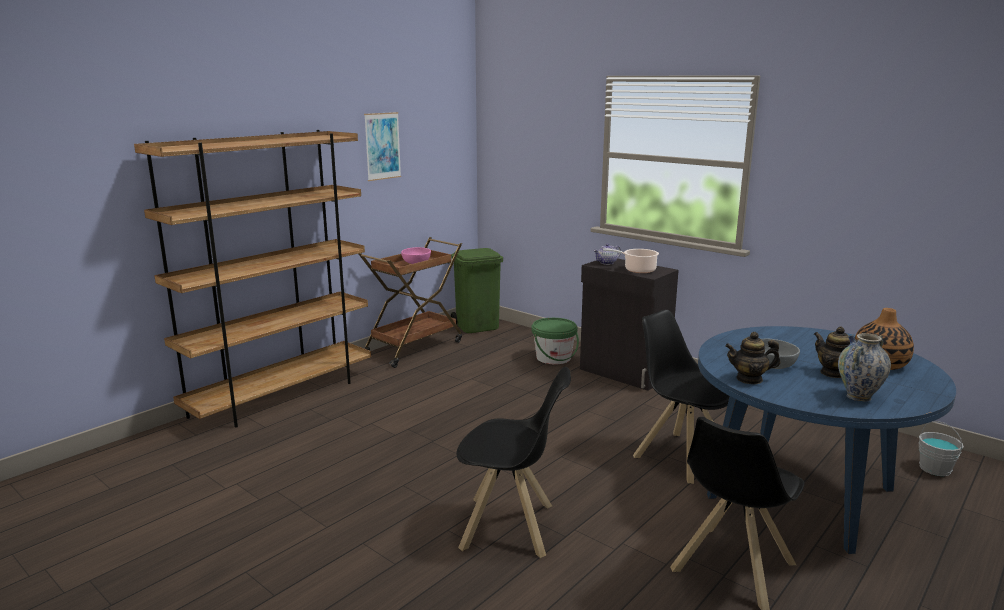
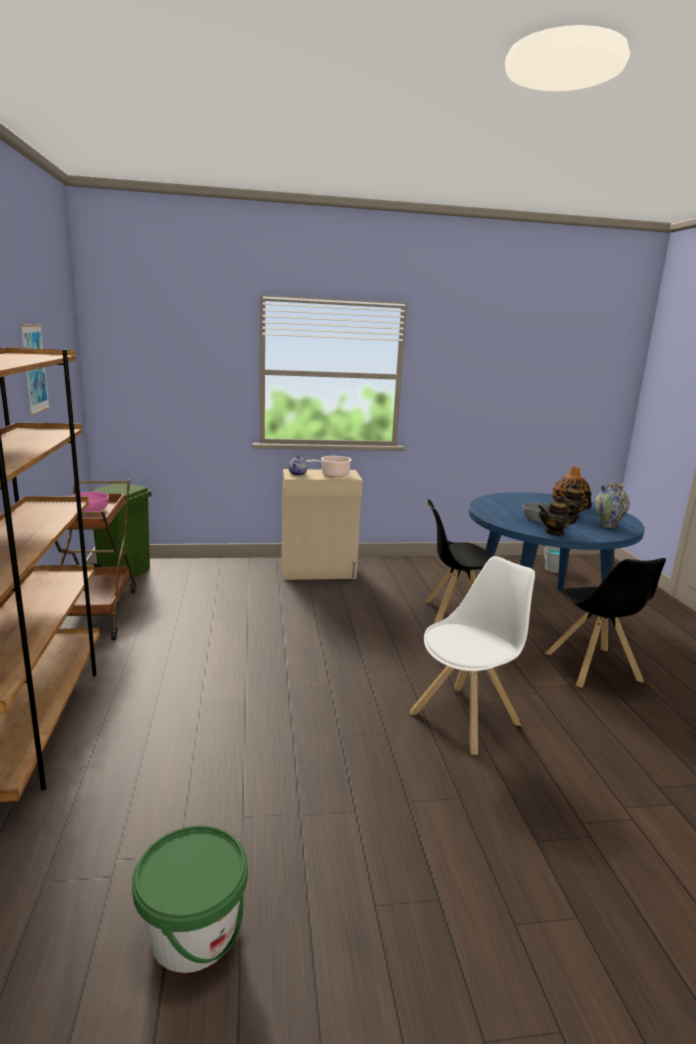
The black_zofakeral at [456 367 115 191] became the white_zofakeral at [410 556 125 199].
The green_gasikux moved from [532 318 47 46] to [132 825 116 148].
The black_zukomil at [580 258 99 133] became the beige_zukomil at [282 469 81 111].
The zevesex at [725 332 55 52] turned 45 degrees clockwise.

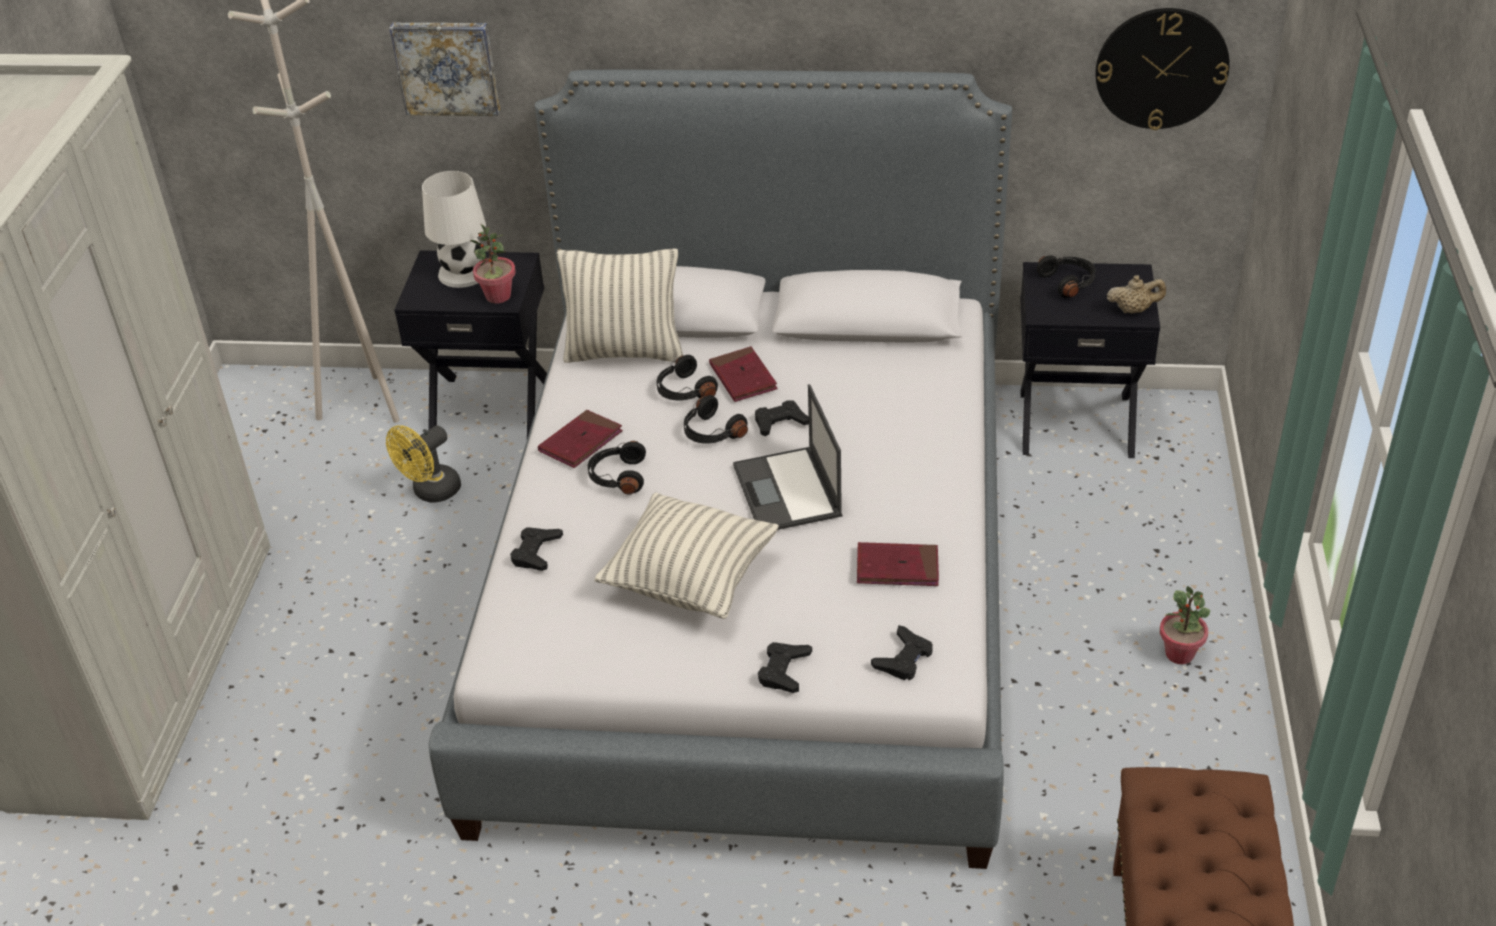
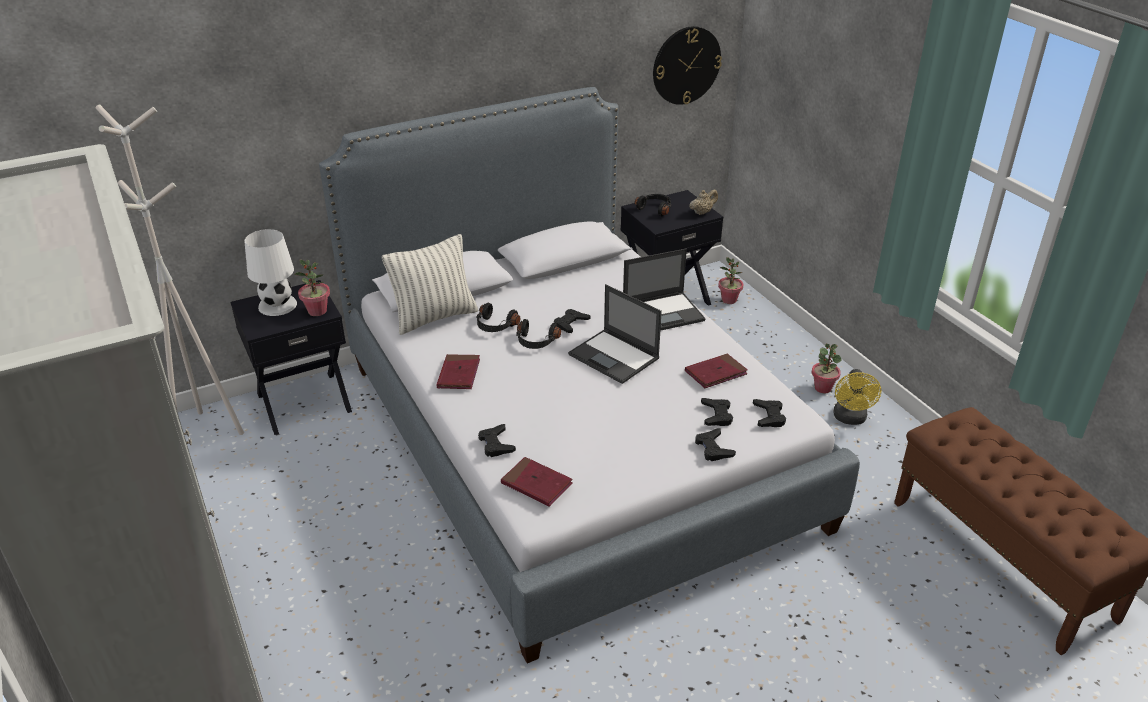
The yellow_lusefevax moved from [386 425 75 78] to [833 369 49 56].
The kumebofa at [389 23 111 93] disappeared.
The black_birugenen at [588 441 58 53] disappeared.
The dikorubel at [595 492 184 127] disappeared.
The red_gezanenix moved from [709 347 69 55] to [501 457 72 49].
The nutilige at [623 249 83 82] appeared.
The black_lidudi at [701 398 32 28] appeared.
The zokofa at [718 257 25 47] appeared.

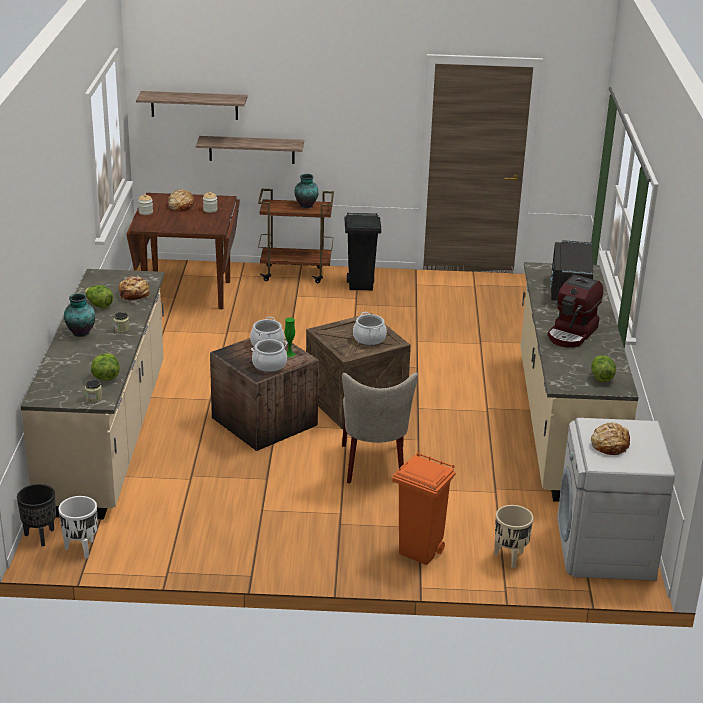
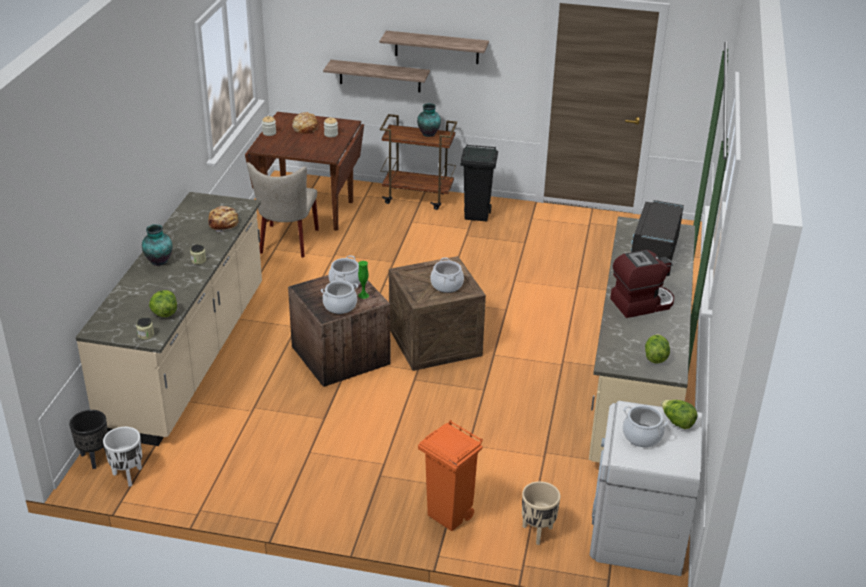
The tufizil moved from [85 285 28 23] to [661 400 37 29].
The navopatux moved from [136 91 111 29] to [379 31 110 33].
The beige_zofakeral moved from [342 373 76 111] to [247 162 72 96].
The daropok at [548 275 55 73] turned 150 degrees counterclockwise.
The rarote at [591 423 39 32] was replaced by the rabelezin at [622 405 46 42].

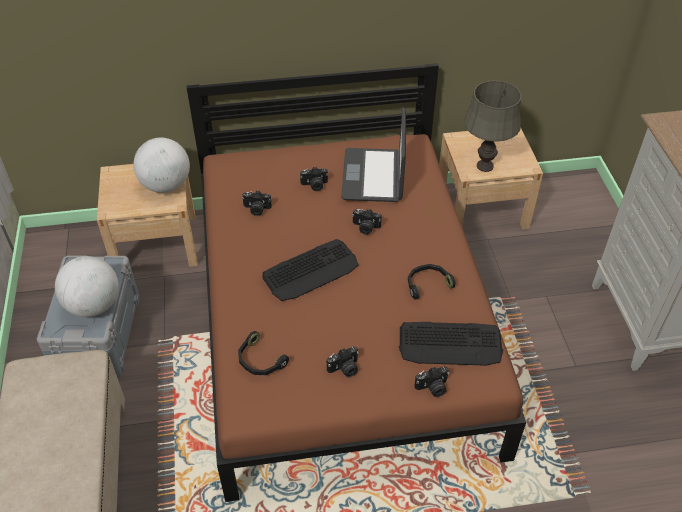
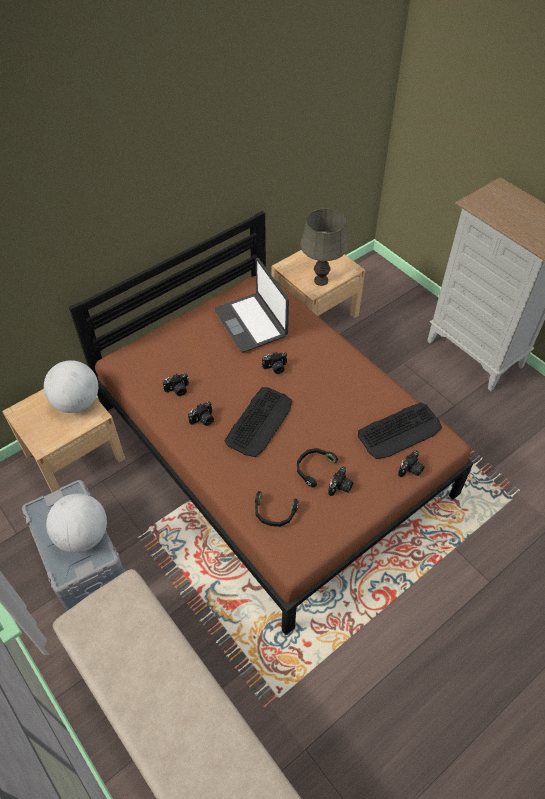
The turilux moved from [300 167 28 24] to [188 401 26 25].
The black_birugenen moved from [408 264 48 35] to [297 448 41 40].

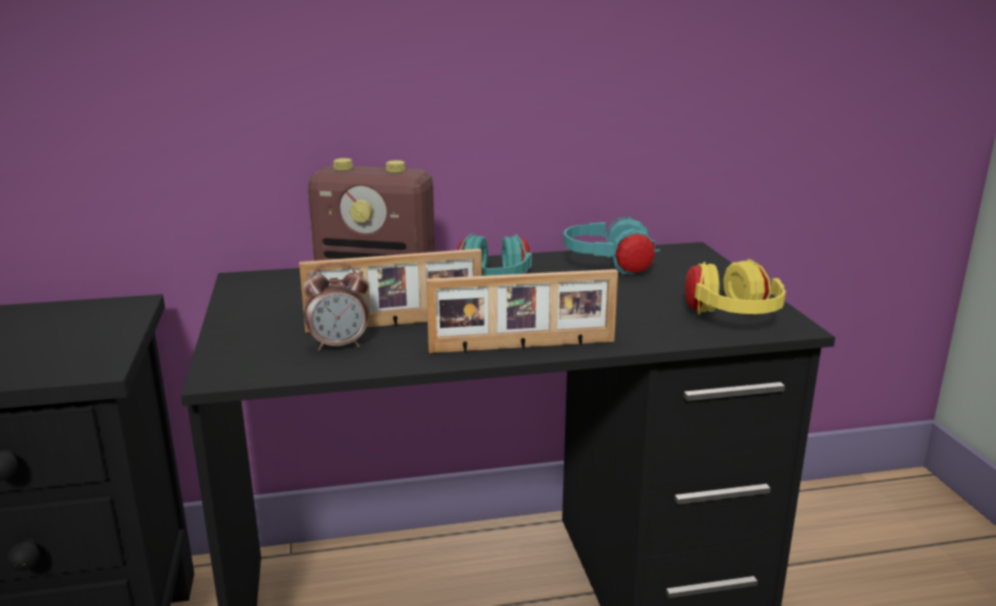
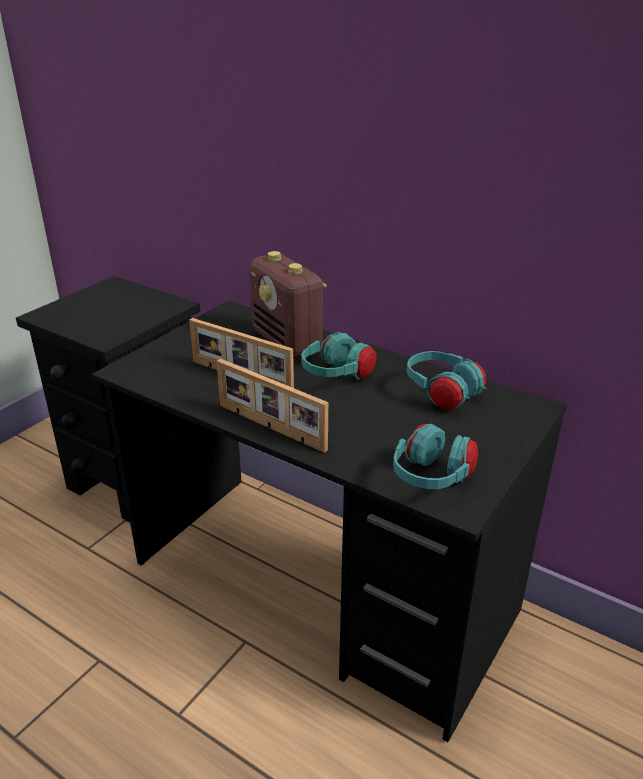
The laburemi at [303 263 66 88] disappeared.
The yellow_birugenen at [685 259 101 56] became the turquoise_birugenen at [393 424 85 65].

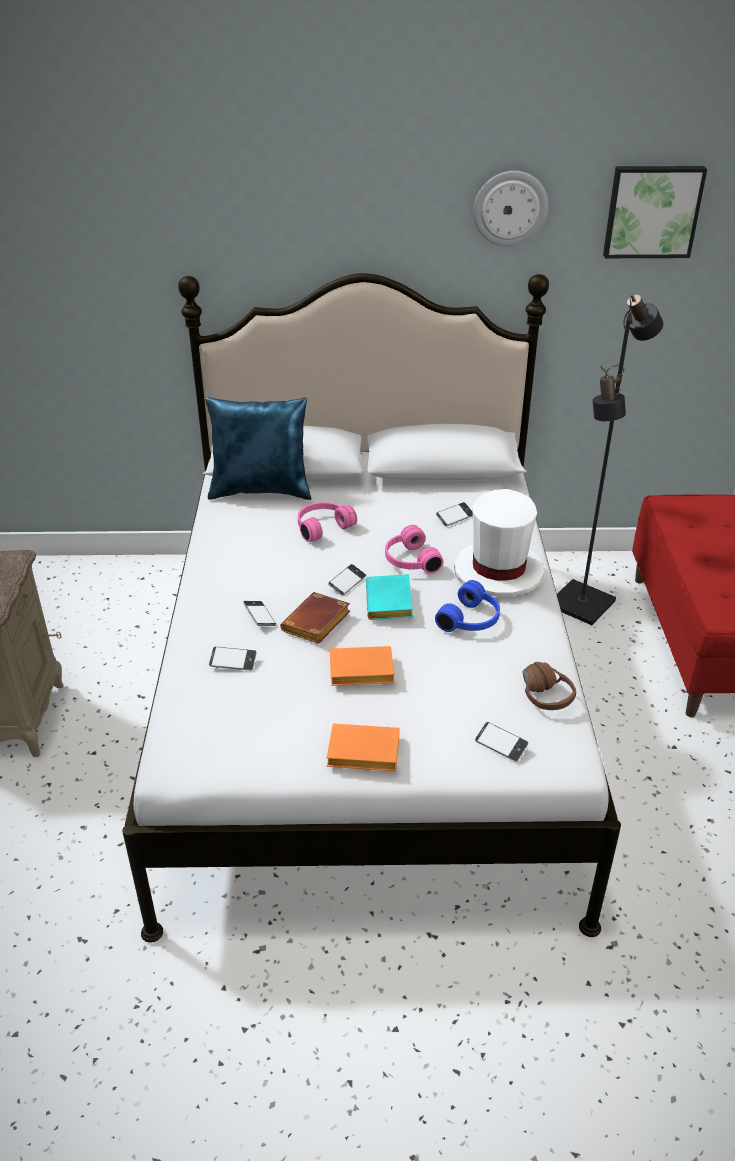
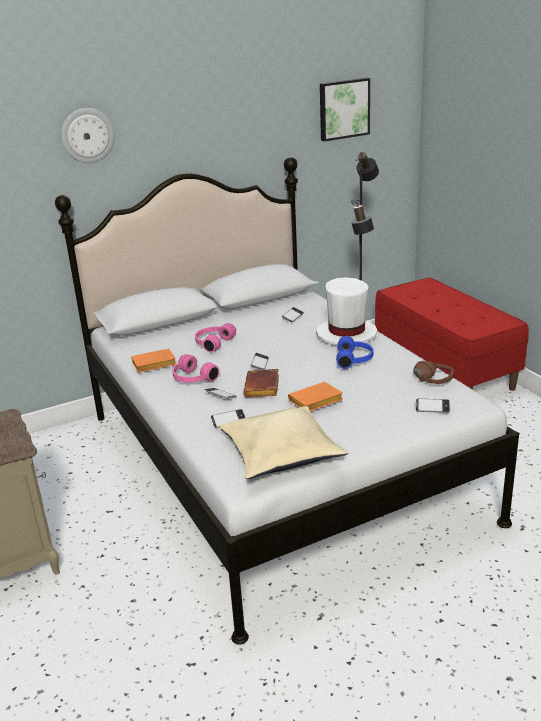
The blue_dikorubel at [205 397 106 103] disappeared.
The orange_gezanenix moved from [327 724 73 47] to [131 348 45 25].
The turquoise_gezanenix at [366 574 47 46] disappeared.
The pink_birugenen moved from [385 525 59 49] to [172 354 47 29].
The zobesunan moved from [473 171 75 75] to [61 108 54 55].
The beige_dikorubel at [219 406 129 73] appeared.

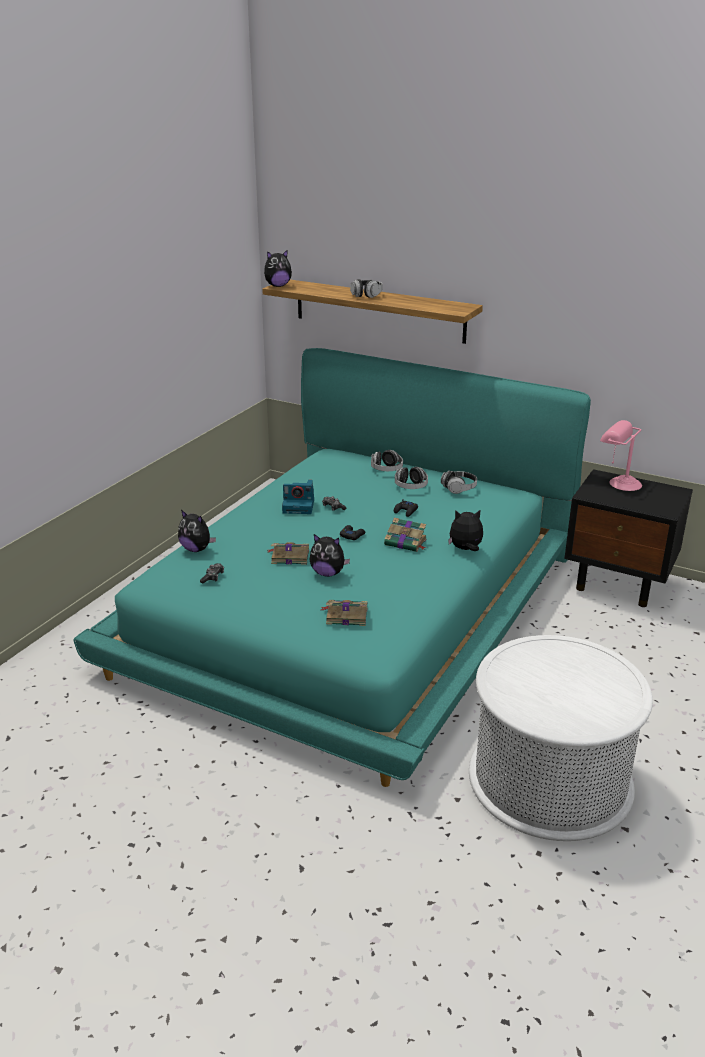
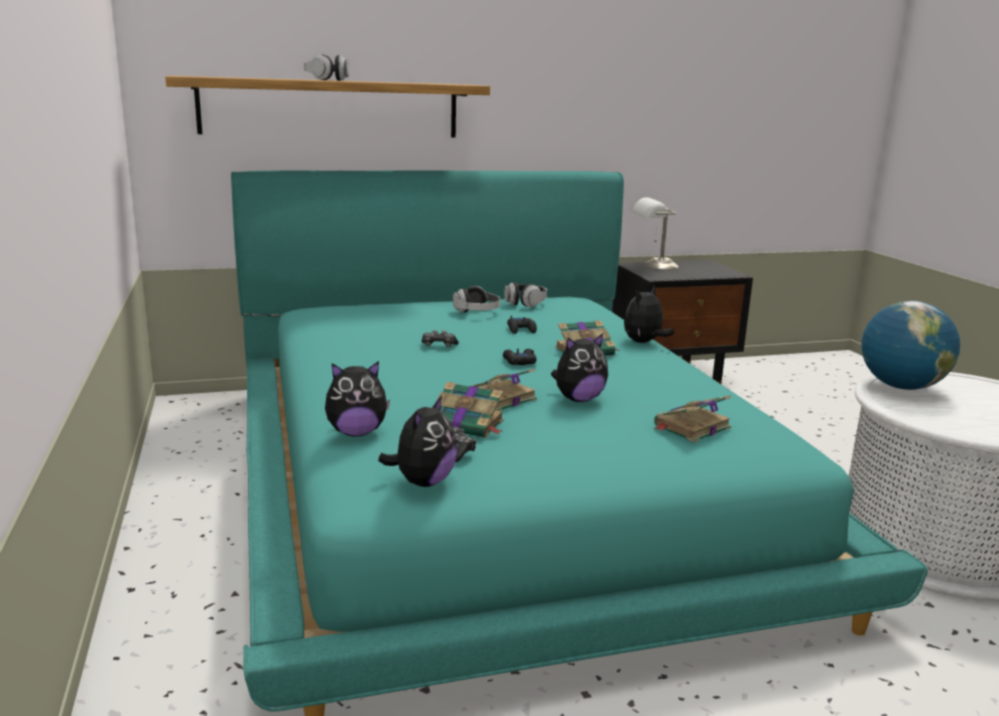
The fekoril moved from [264 250 28 37] to [378 395 79 92].
The turilux at [282 480 32 34] disappeared.
The birugenen at [371 450 32 21] disappeared.
The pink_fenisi at [600 420 42 71] became the white_fenisi at [632 197 47 72].
The gezanenix at [435 382 68 56] appeared.
The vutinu at [861 301 99 89] appeared.

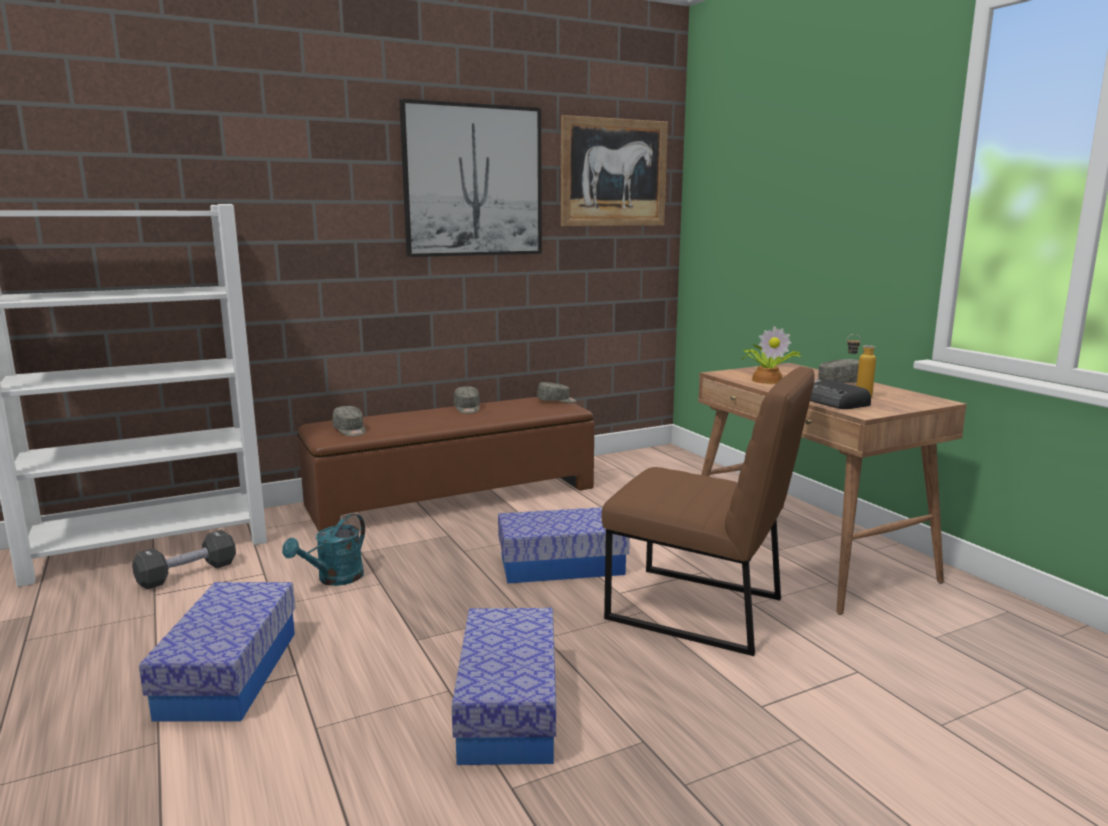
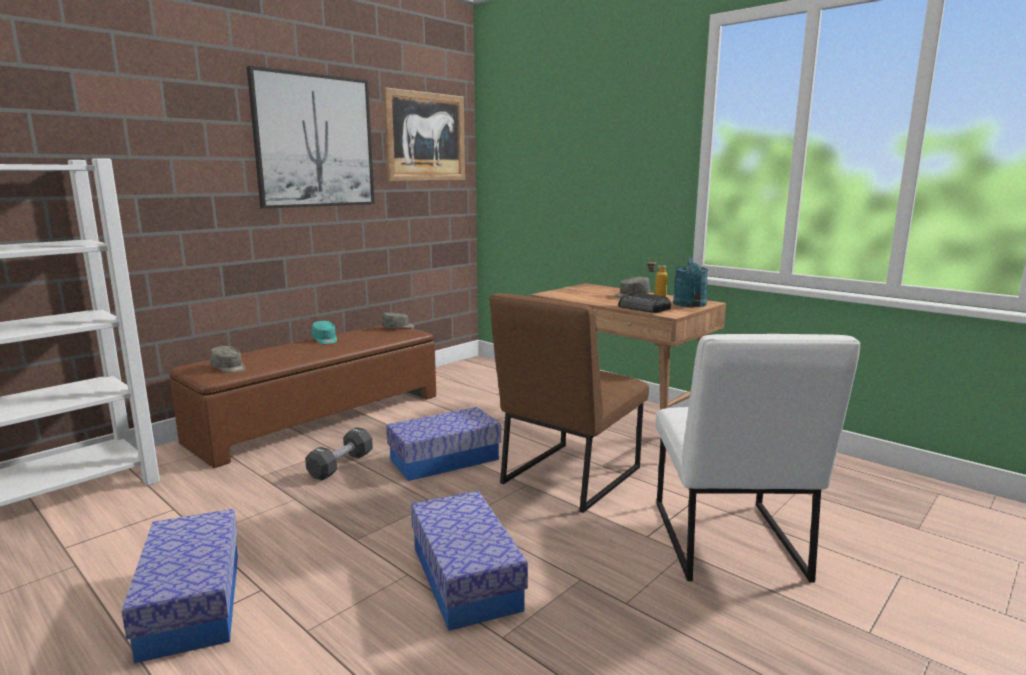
The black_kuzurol moved from [132 530 104 59] to [305 427 68 53].
The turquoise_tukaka moved from [282 513 83 73] to [673 257 35 50].
The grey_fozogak at [454 386 26 28] became the turquoise_fozogak at [312 321 25 23].
The brown_zofakeral at [602 367 213 289] turned 120 degrees clockwise.
The zokofa at [742 326 60 58] disappeared.
The white_zofakeral at [656 334 205 249] appeared.

